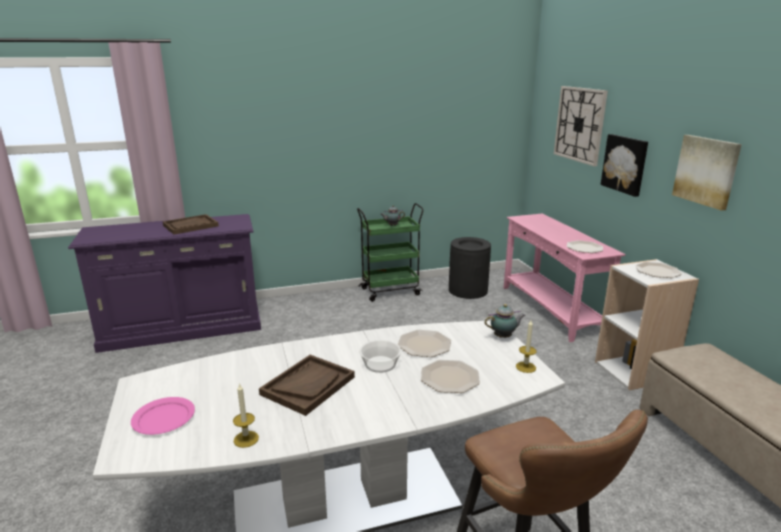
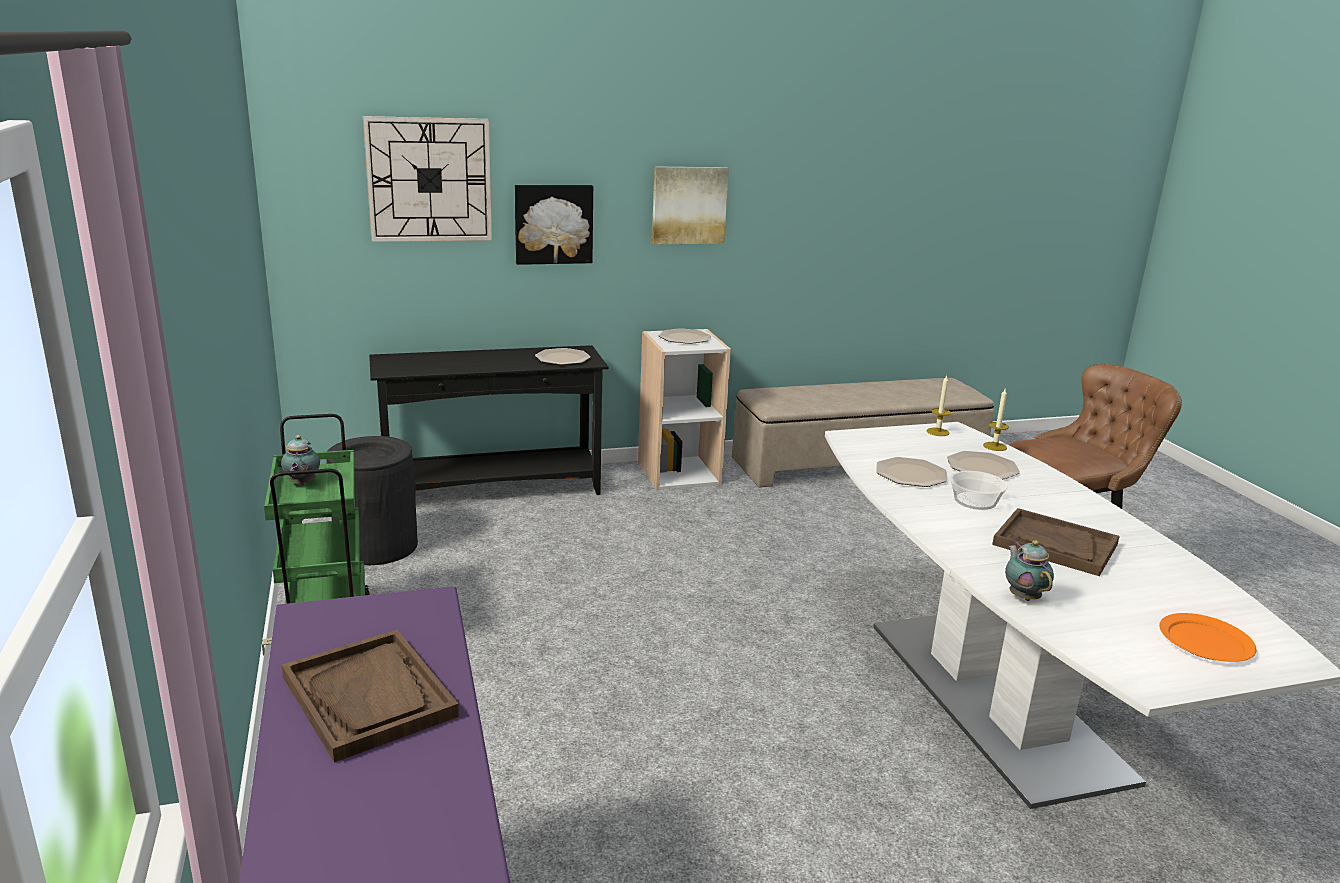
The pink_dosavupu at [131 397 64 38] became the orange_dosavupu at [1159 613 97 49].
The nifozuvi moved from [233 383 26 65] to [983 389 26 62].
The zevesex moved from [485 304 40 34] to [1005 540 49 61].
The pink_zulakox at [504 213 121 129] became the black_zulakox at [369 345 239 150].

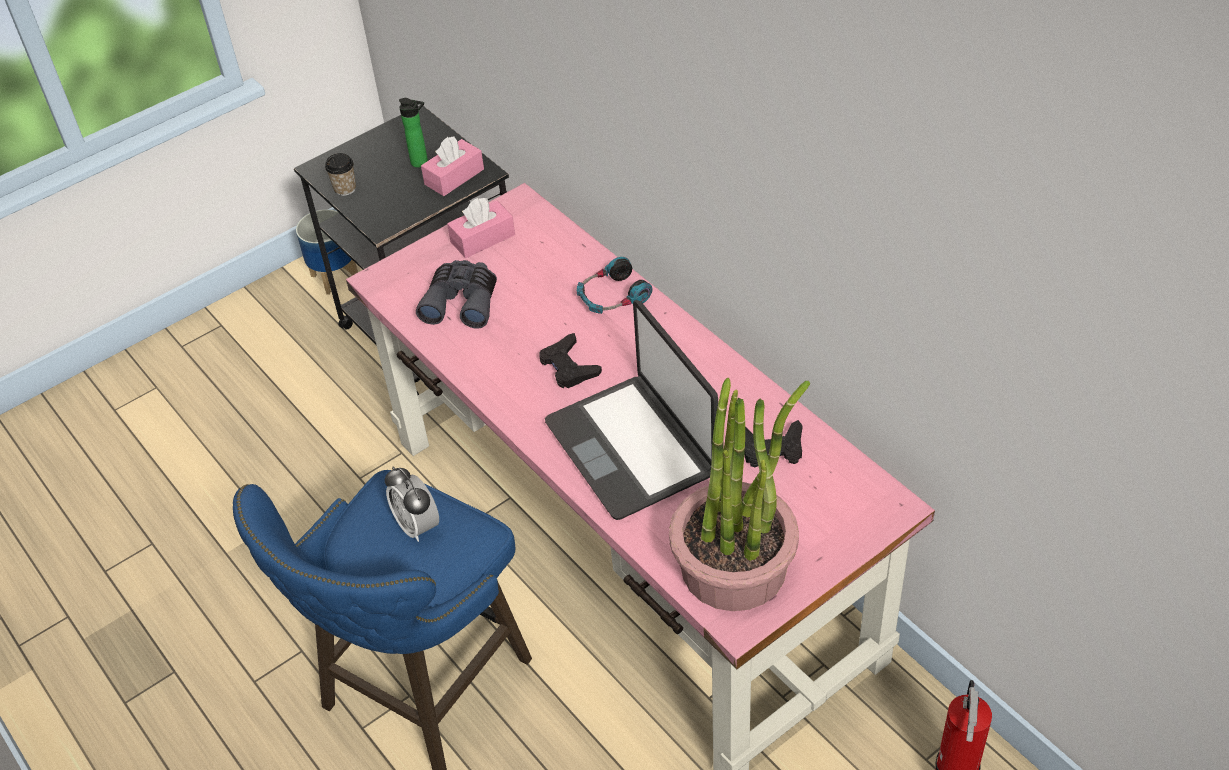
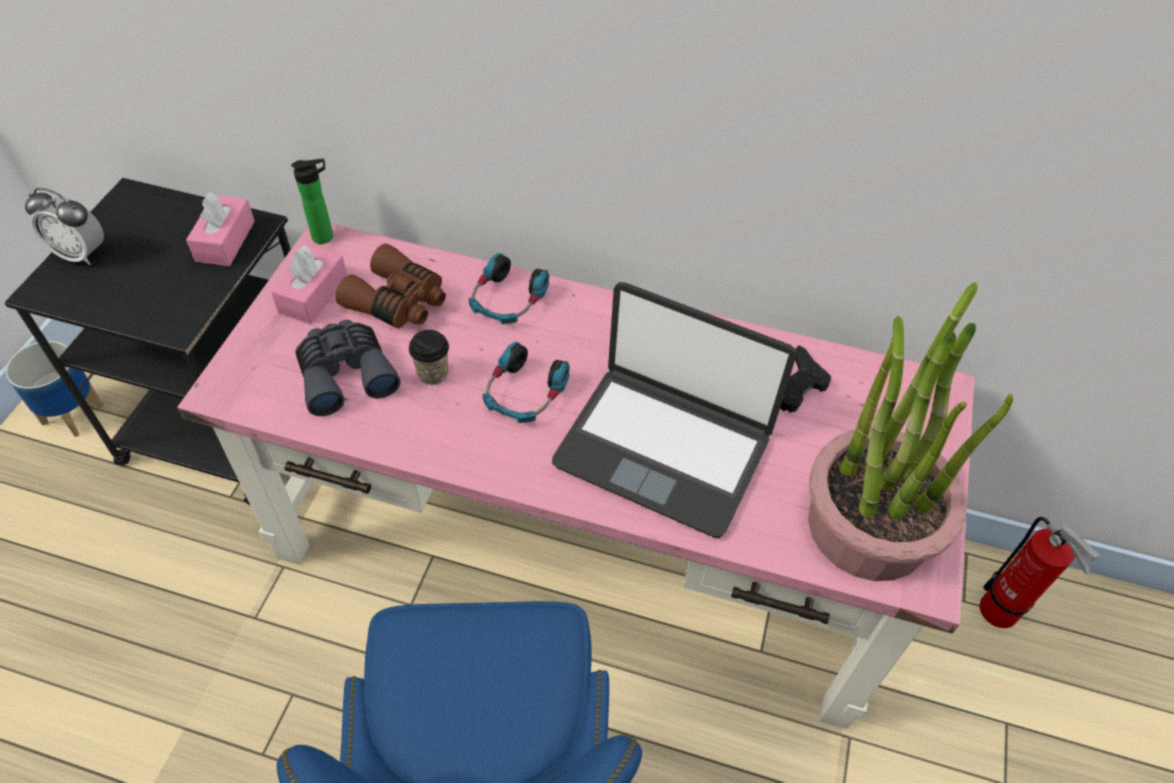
The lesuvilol moved from [325 153 31 43] to [409 330 40 55].
The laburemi moved from [385 467 54 75] to [25 188 79 77].
The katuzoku moved from [399 98 29 70] to [291 158 42 86].
The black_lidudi at [539 333 63 55] was replaced by the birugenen at [482 342 88 81].
The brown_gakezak at [335 244 111 84] appeared.

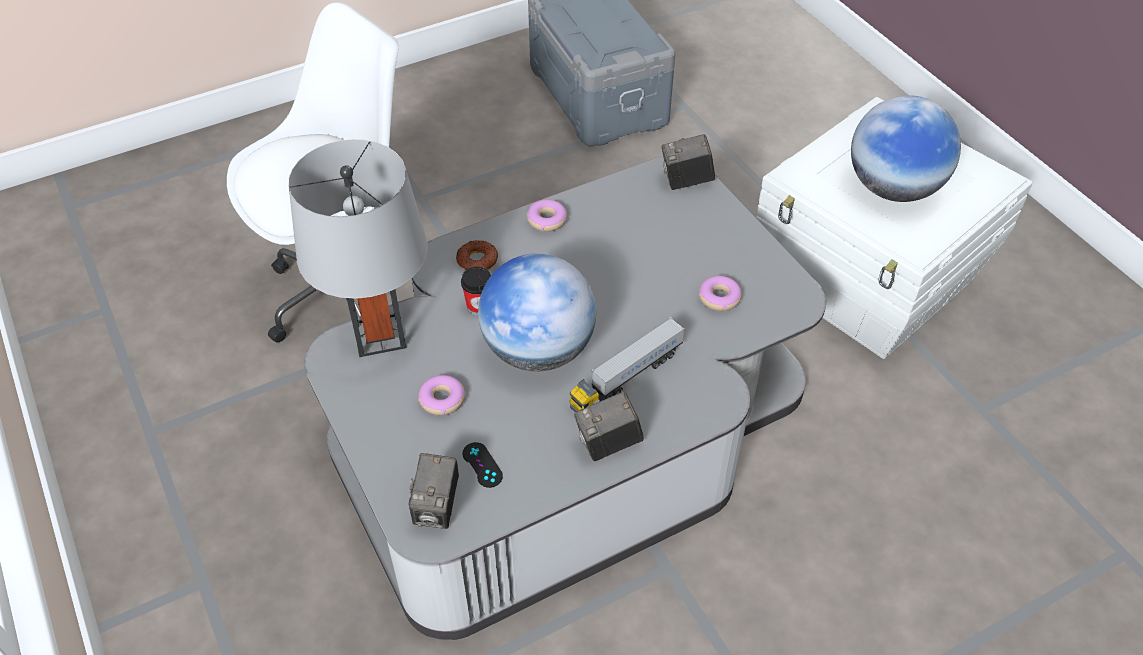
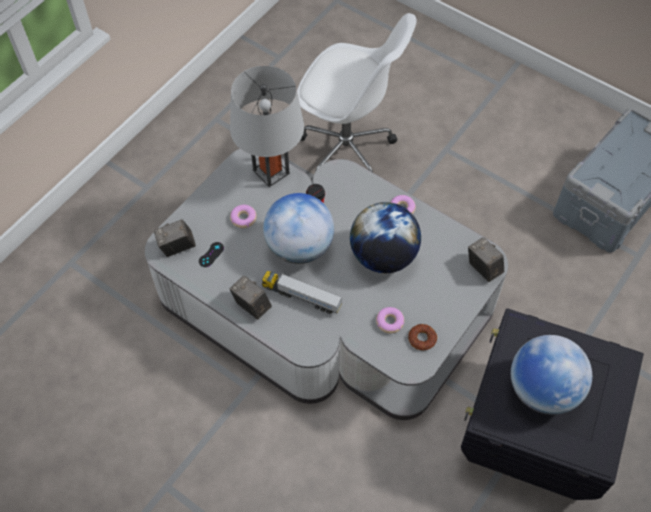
The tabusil moved from [456 240 42 30] to [408 324 29 26].
The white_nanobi at [756 97 277 262] became the black_nanobi at [461 308 183 192].
The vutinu at [350 202 71 71] appeared.

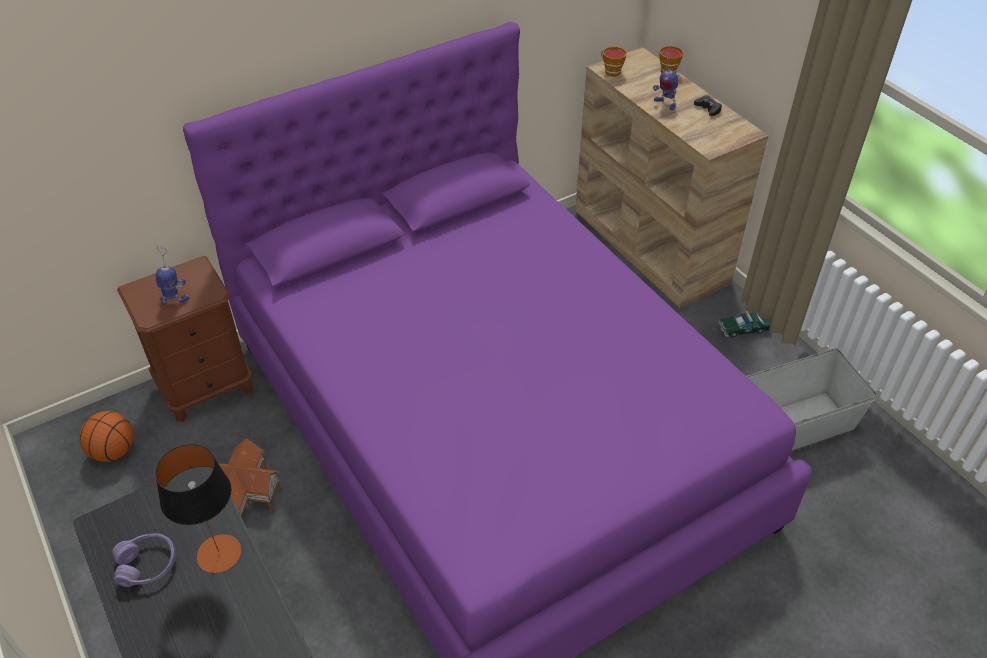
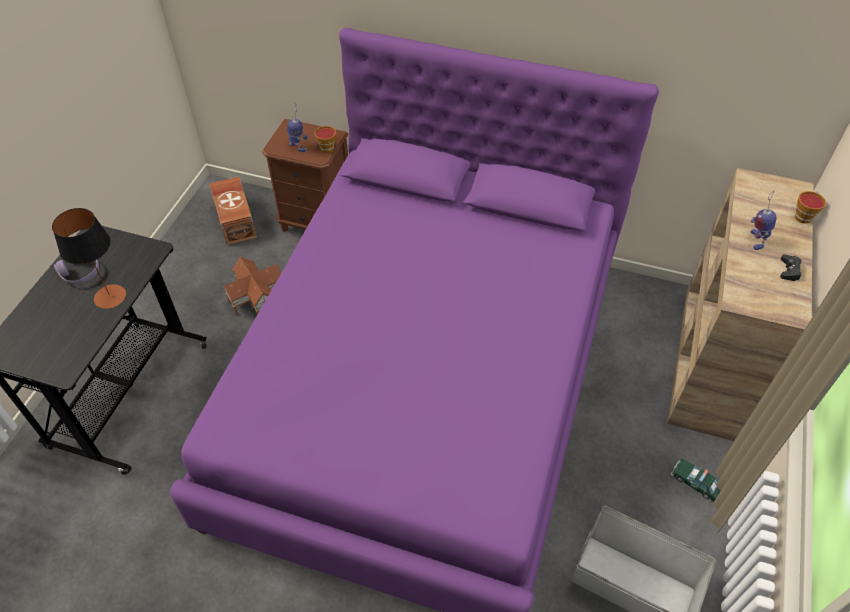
The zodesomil at [79 411 55 51] was replaced by the brown_nanobi at [209 177 48 68].
The lesuvilol moved from [601 47 26 30] to [315 126 21 27].

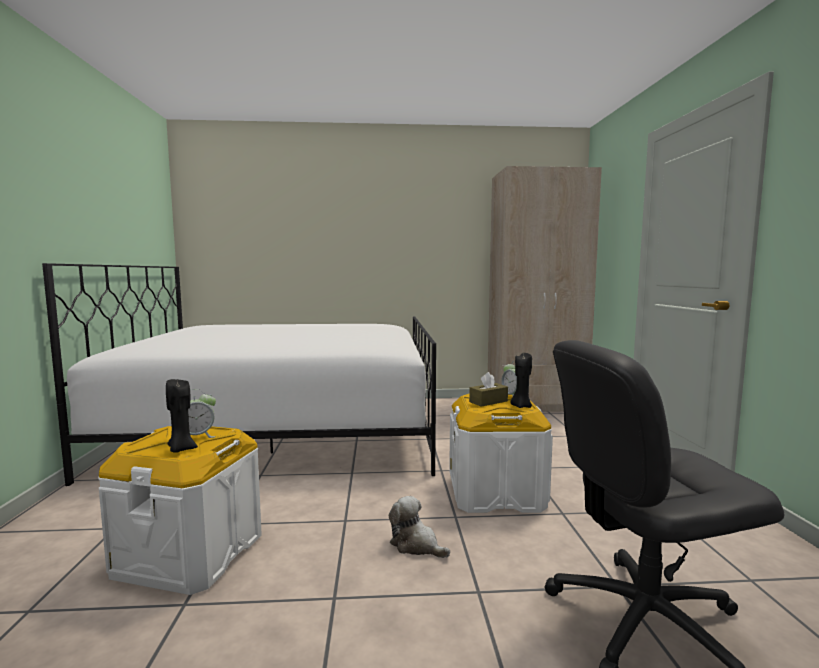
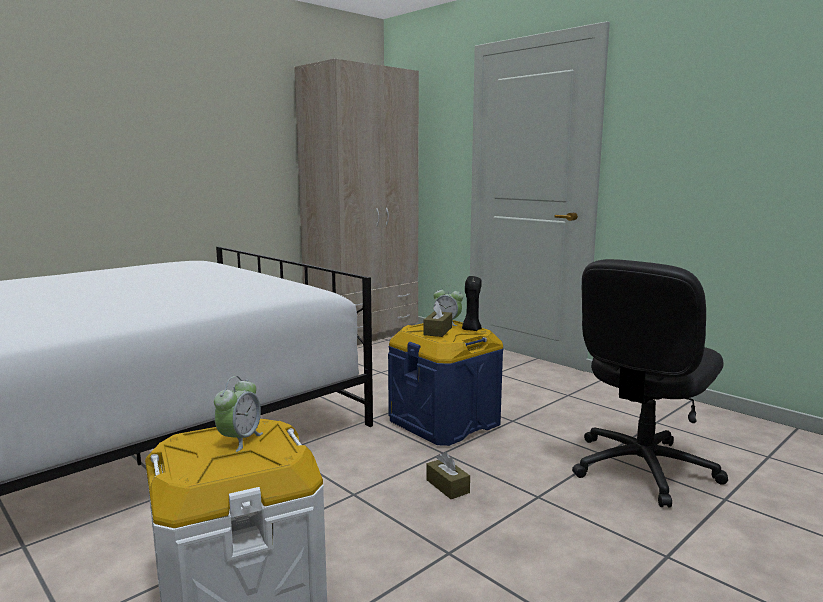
The black_nifozuvi at [166 379 32 74] disappeared.
The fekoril at [389 496 61 62] was replaced by the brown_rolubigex at [426 452 44 47].
The white_nanobi at [449 394 104 119] became the blue_nanobi at [388 320 116 126].

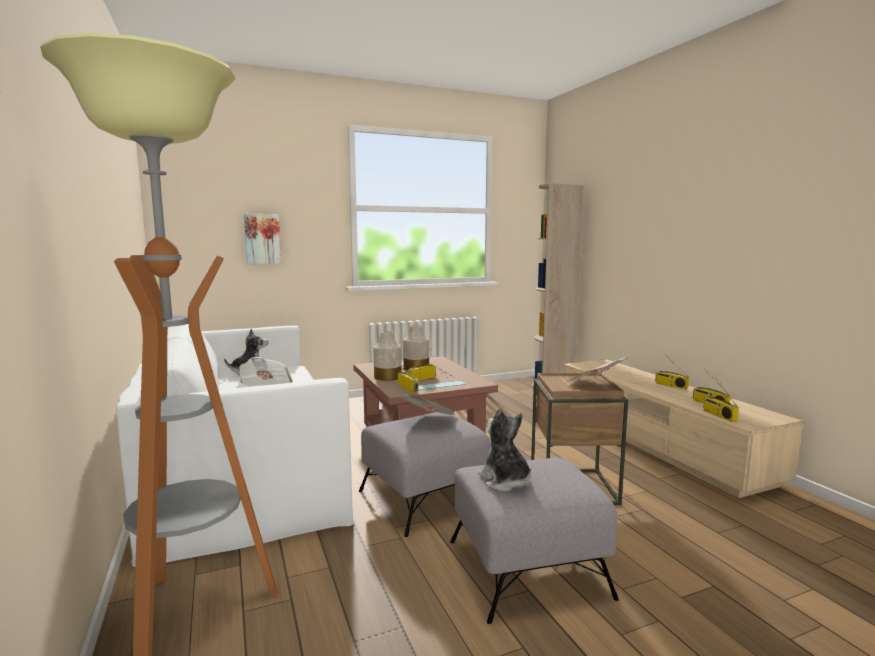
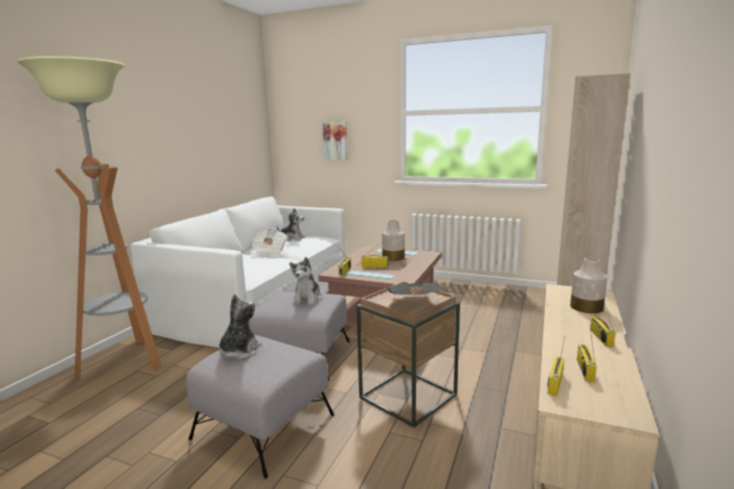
The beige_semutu moved from [374 331 28 50] to [570 258 37 55].
The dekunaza at [399 396 56 19] was replaced by the fekoril at [289 257 33 48].

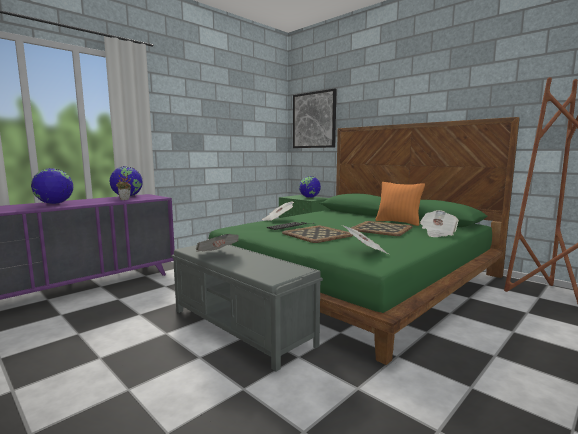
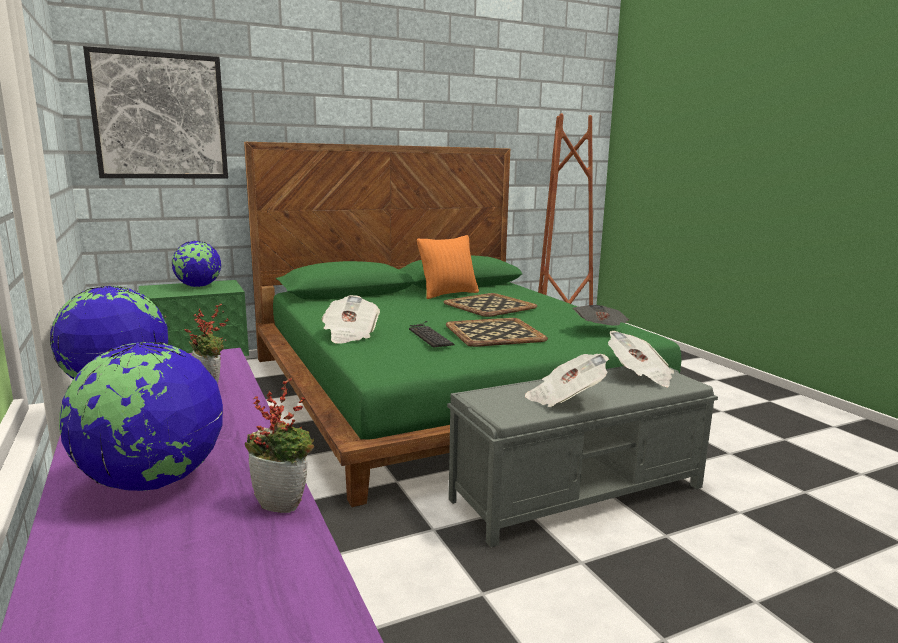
The dekunaza moved from [420 210 39 27] to [608 331 66 56].
The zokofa at [245 377 69 136] appeared.

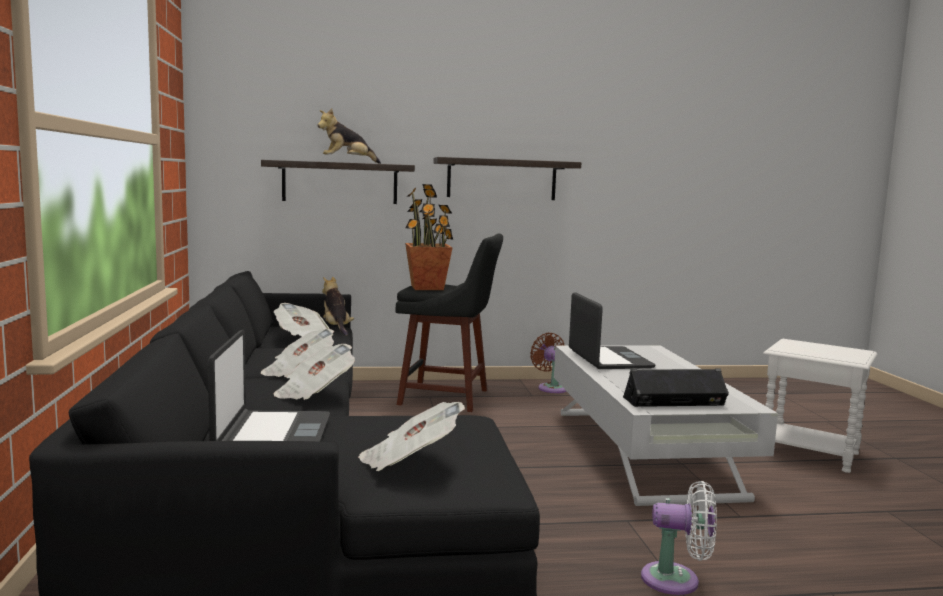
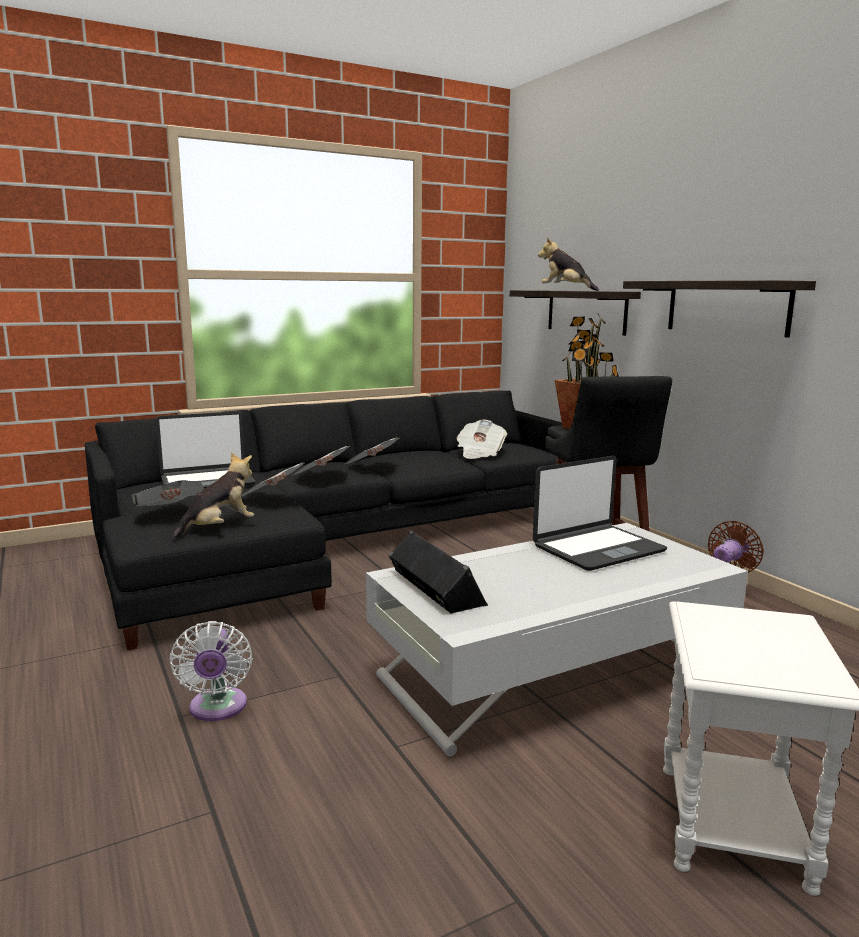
The fekoril moved from [322 277 32 59] to [172 452 82 89].
The dekunaza at [241 462 64 34] appeared.

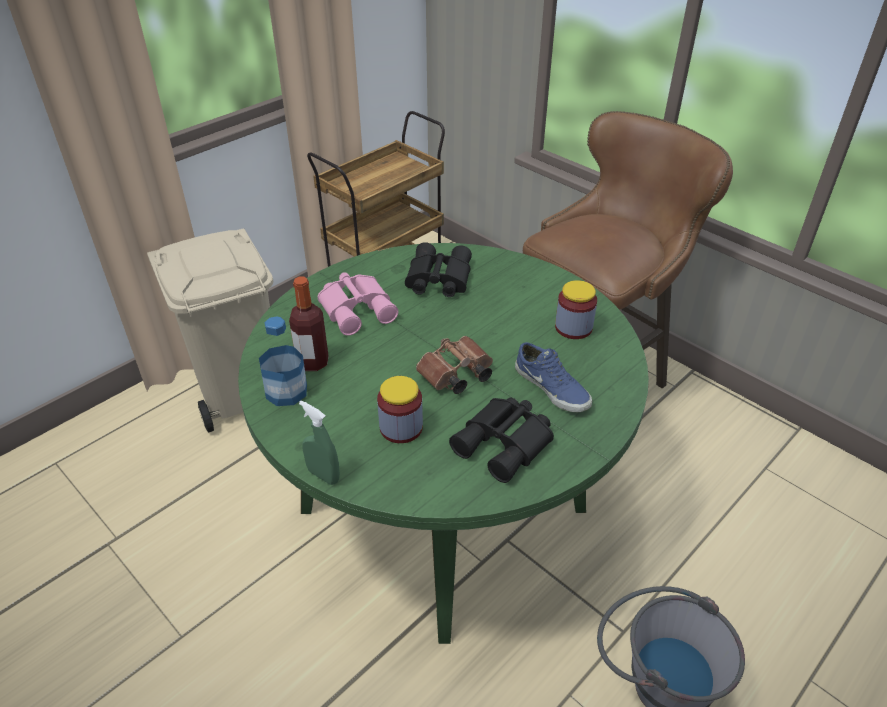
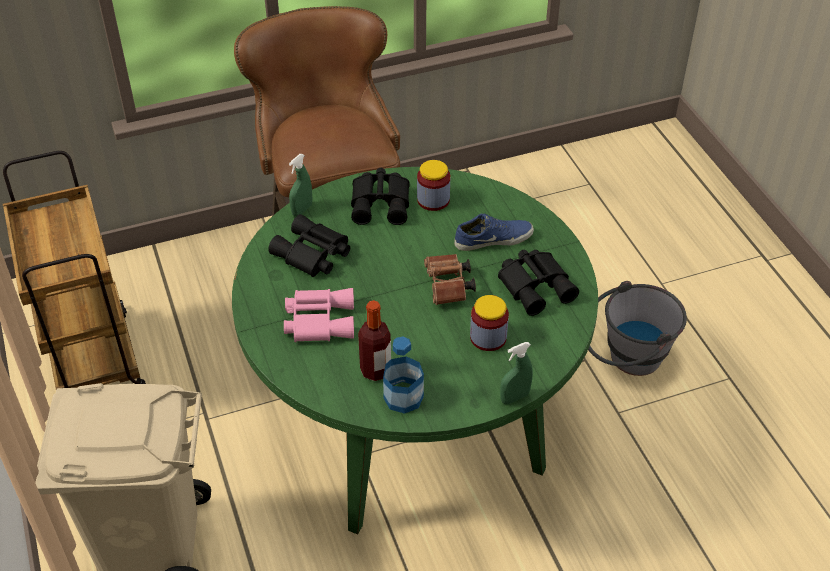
The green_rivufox at [289 154 23 63] appeared.
The black_gakezak at [351 168 59 57] appeared.

